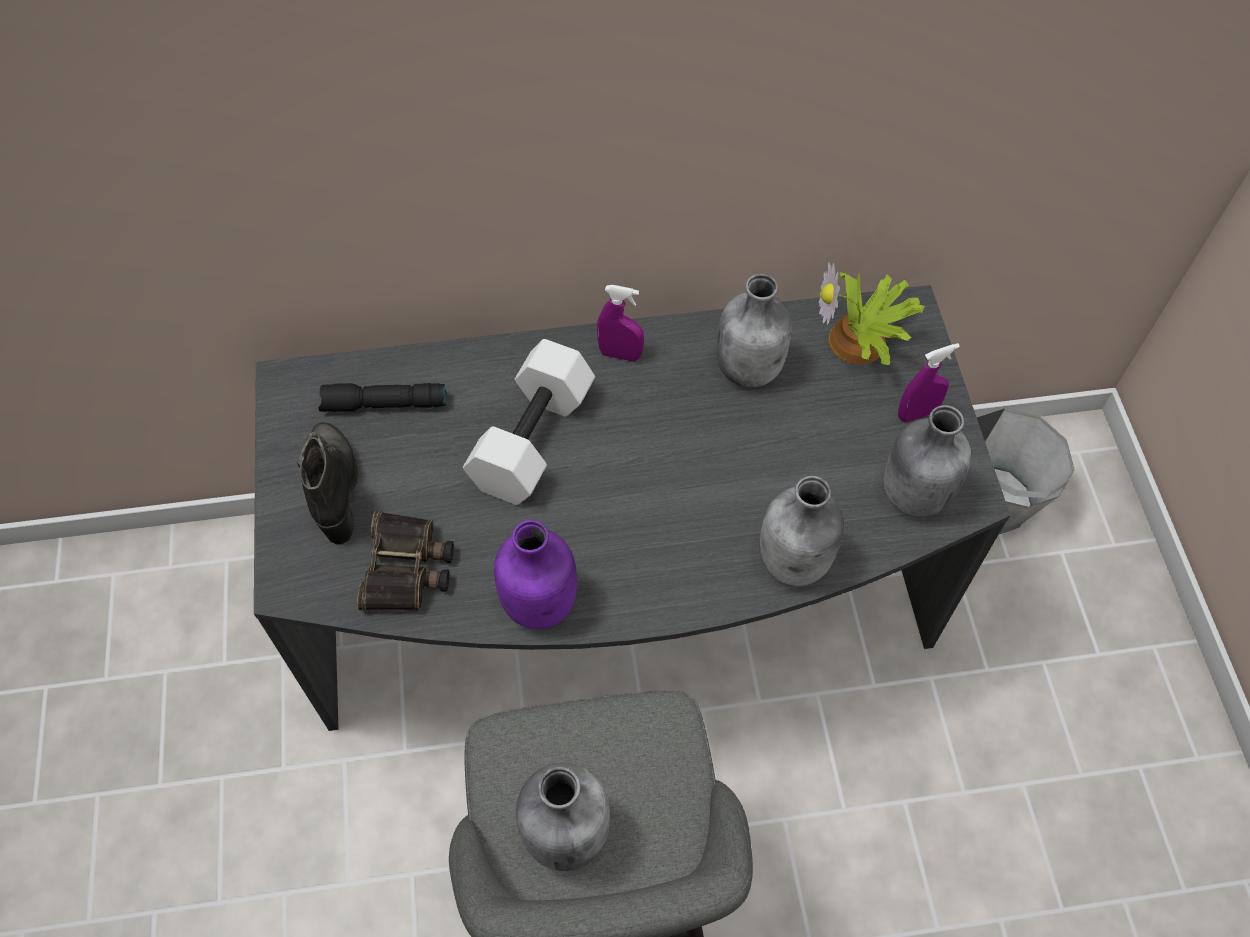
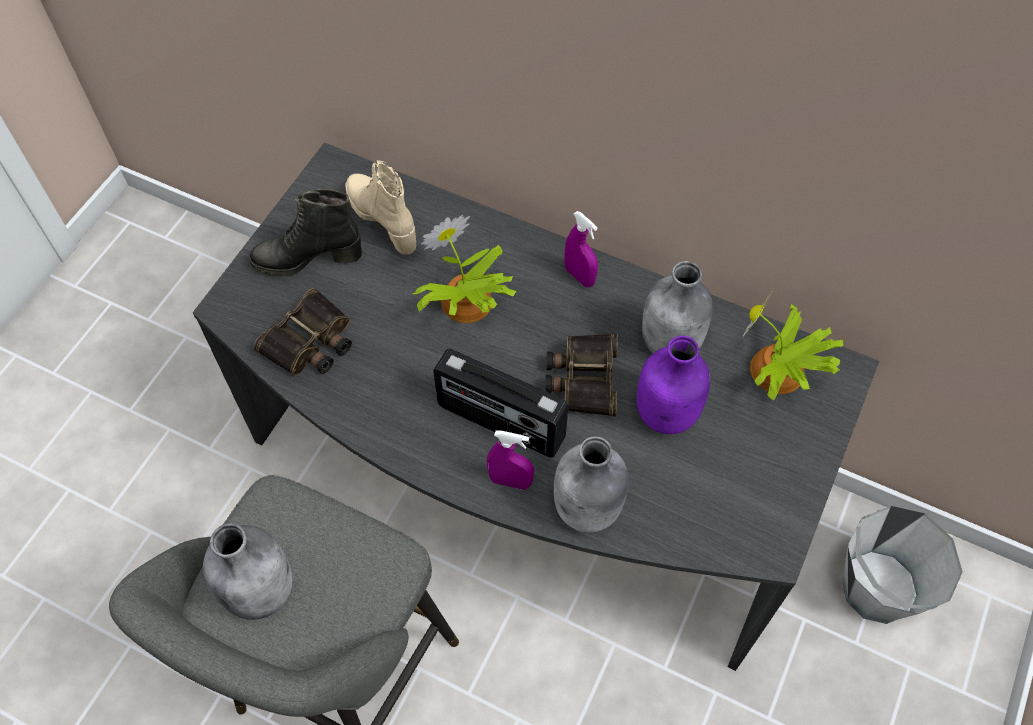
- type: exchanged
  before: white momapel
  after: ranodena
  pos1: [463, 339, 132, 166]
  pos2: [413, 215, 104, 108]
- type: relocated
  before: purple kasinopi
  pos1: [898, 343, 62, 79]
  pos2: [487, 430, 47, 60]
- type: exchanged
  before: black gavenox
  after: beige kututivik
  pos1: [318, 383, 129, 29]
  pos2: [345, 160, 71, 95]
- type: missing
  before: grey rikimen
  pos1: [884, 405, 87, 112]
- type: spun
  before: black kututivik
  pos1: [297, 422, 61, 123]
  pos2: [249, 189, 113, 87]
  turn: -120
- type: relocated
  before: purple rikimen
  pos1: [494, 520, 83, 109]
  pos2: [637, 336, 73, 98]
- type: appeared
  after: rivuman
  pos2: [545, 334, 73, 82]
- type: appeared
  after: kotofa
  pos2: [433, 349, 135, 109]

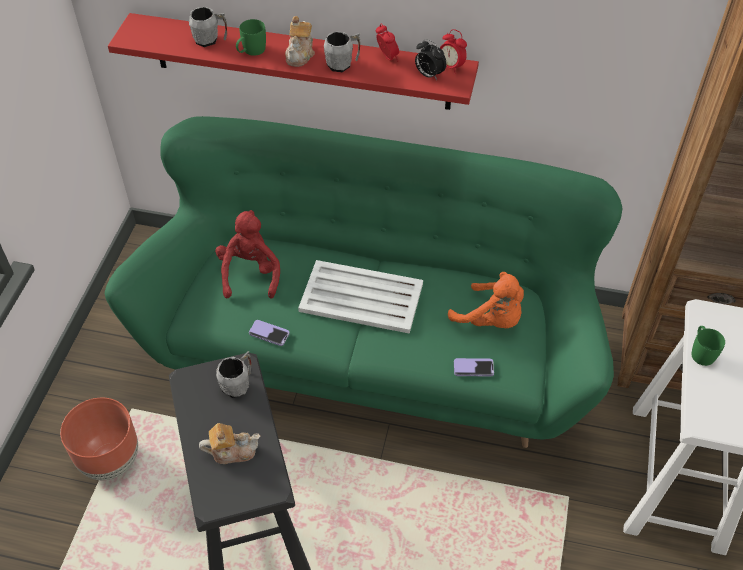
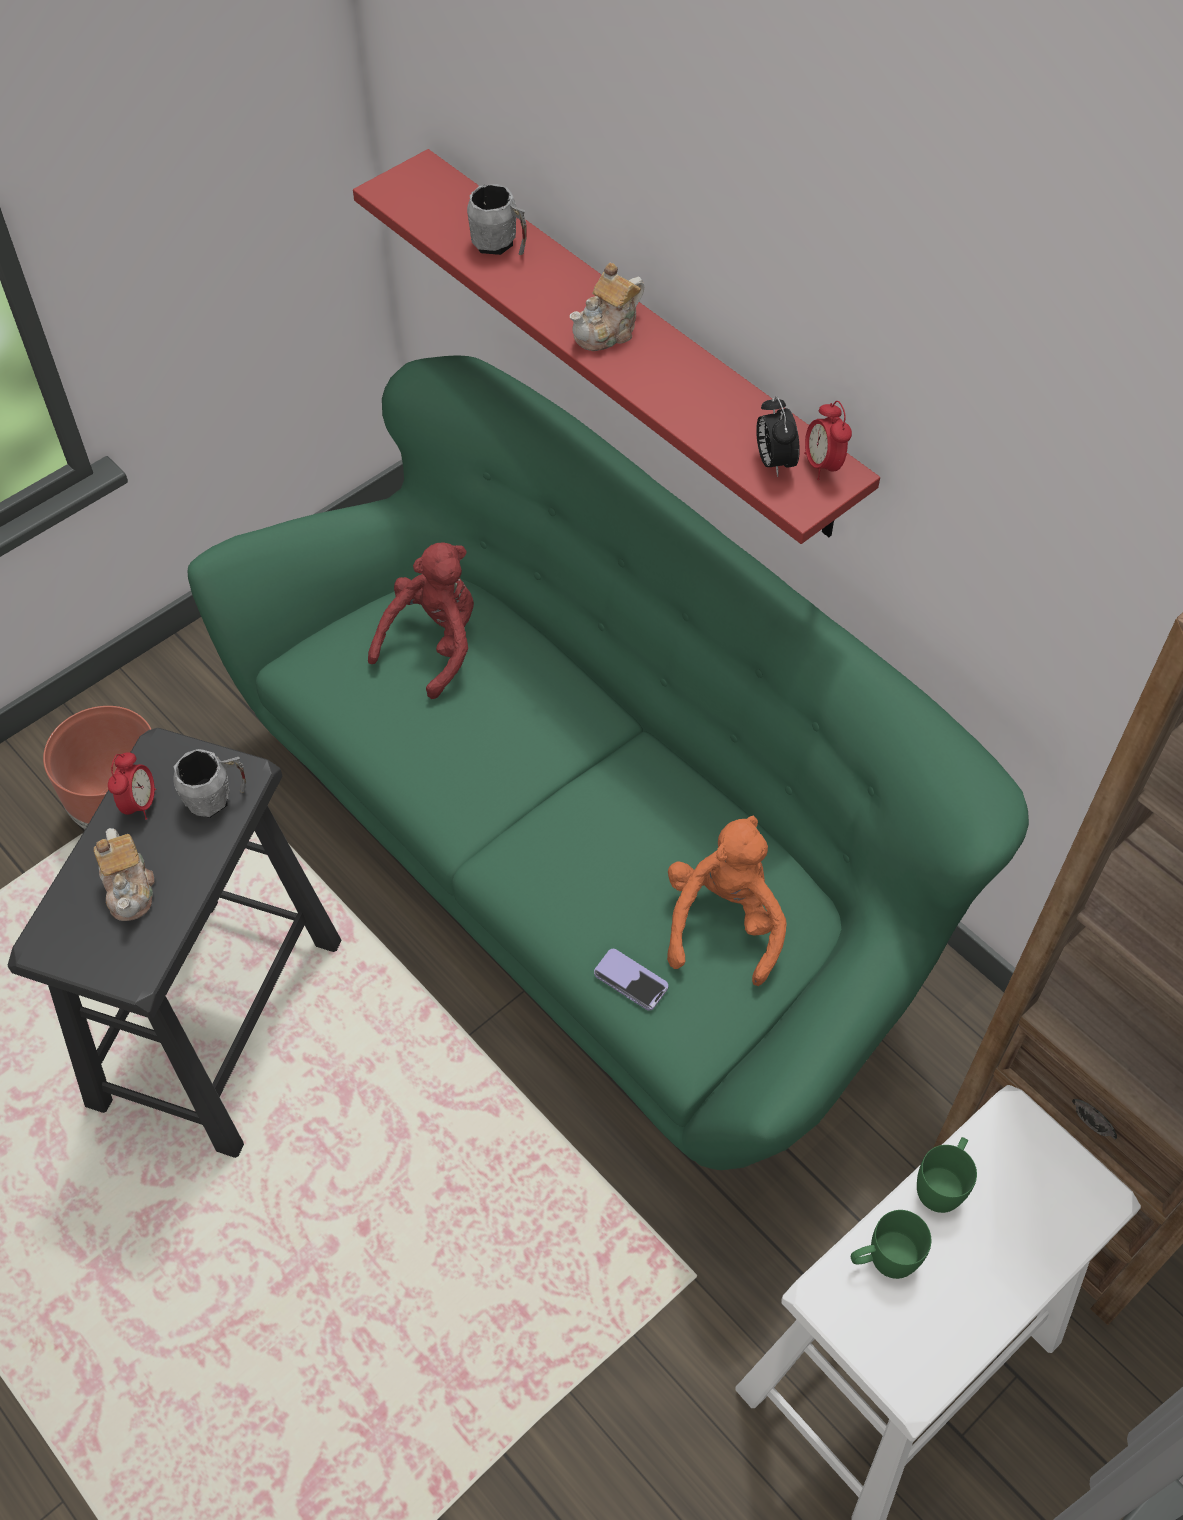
- type: relocated
  before: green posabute
  pos1: [236, 19, 30, 37]
  pos2: [851, 1210, 80, 69]
- type: relocated
  before: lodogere
  pos1: [376, 24, 23, 38]
  pos2: [108, 753, 48, 67]
- type: missing
  before: grey posabute
  pos1: [324, 31, 37, 41]
- type: missing
  before: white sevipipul
  pos1: [298, 260, 125, 74]
- type: spun
  before: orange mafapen
  pos1: [448, 272, 76, 56]
  pos2: [667, 816, 120, 170]
  turn: -150
- type: missing
  before: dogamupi
  pos1: [249, 320, 41, 26]
- type: spun
  before: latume
  pos1: [199, 423, 61, 41]
  pos2: [94, 828, 61, 93]
  turn: 45

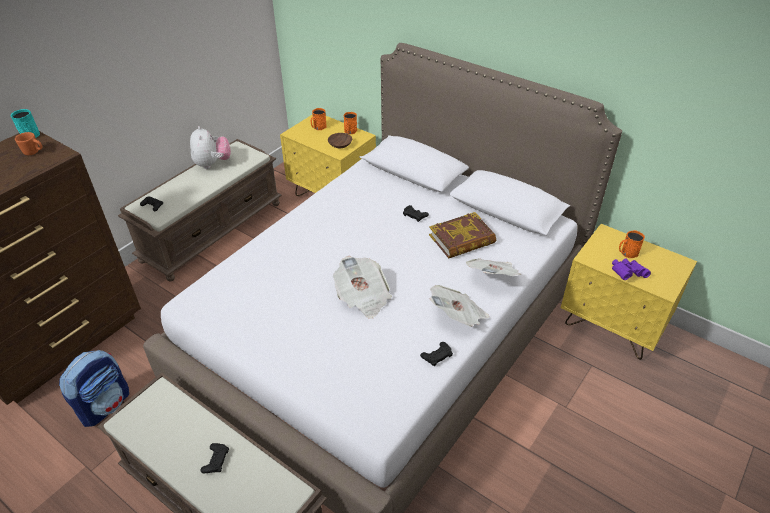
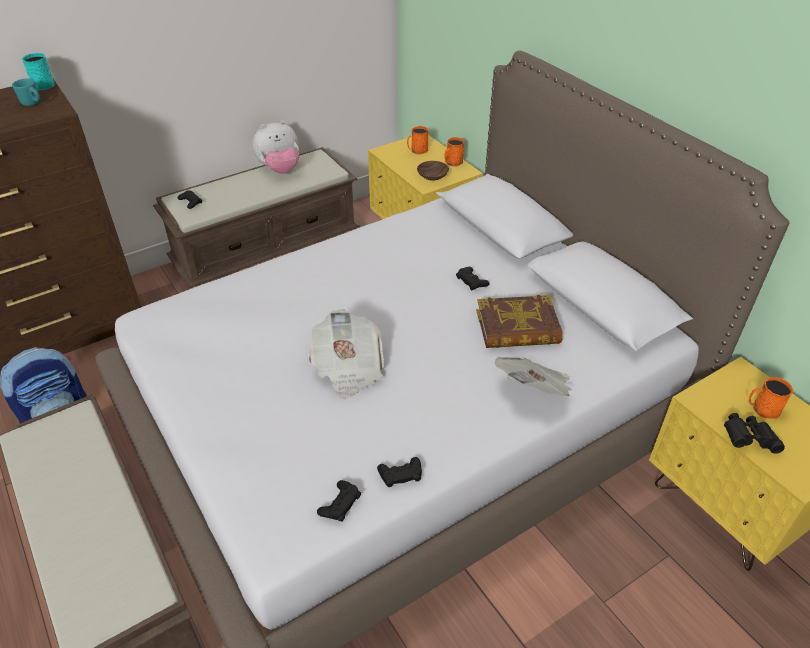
- type: spun
  before: mafapen
  pos1: [190, 126, 41, 43]
  pos2: [252, 121, 47, 53]
  turn: 60
- type: colour
  before: orange posabute
  after: turquoise posabute
  pos1: [15, 132, 27, 23]
  pos2: [12, 78, 28, 28]
- type: colour
  before: purple rivuman
  after: black rivuman
  pos1: [612, 258, 39, 22]
  pos2: [724, 413, 61, 41]
- type: missing
  before: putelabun
  pos1: [429, 285, 61, 42]
- type: relocated
  before: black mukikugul
  pos1: [200, 443, 29, 30]
  pos2: [317, 480, 44, 41]

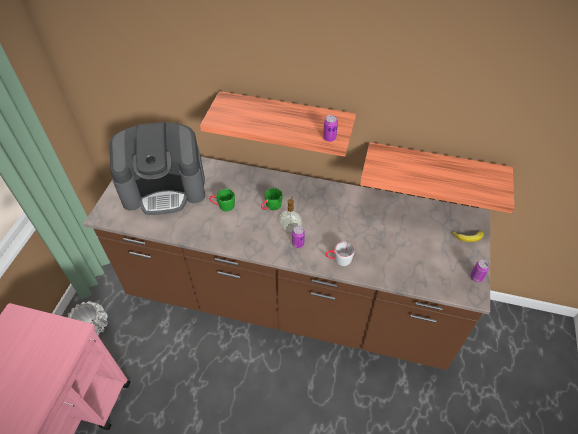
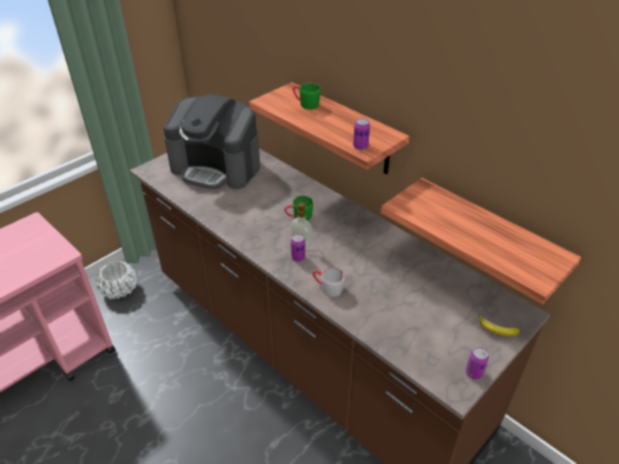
- type: relocated
  before: green posabute
  pos1: [209, 189, 26, 22]
  pos2: [293, 83, 28, 26]

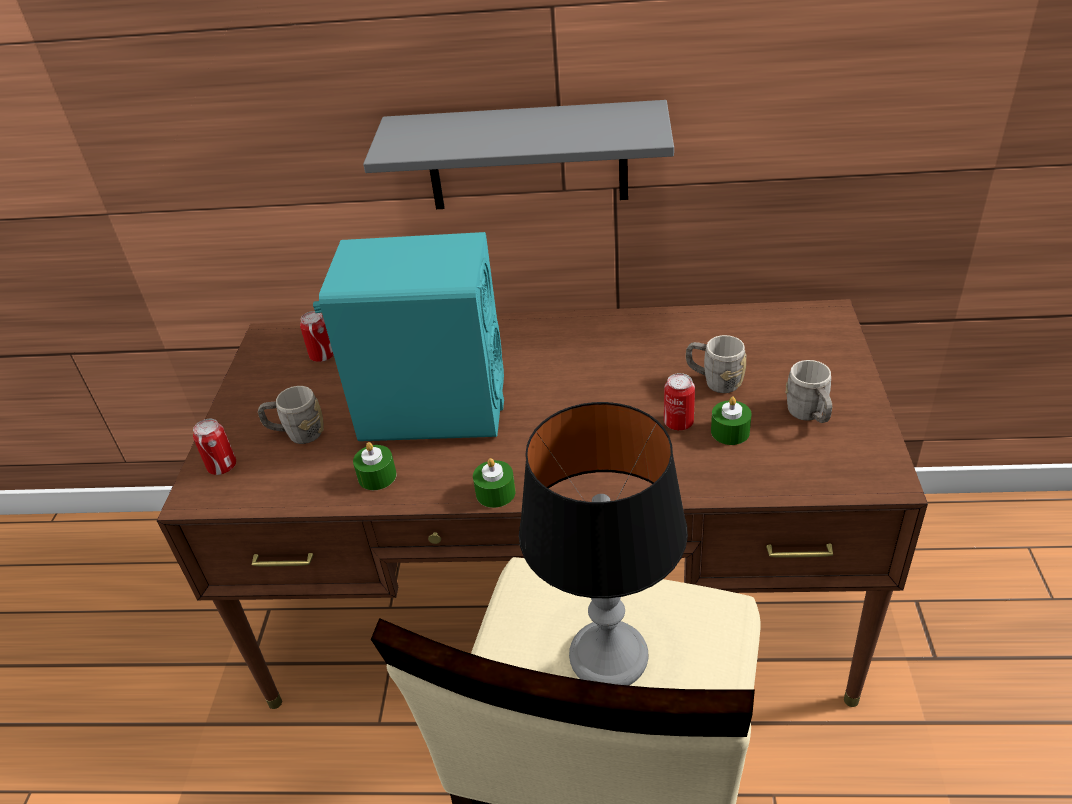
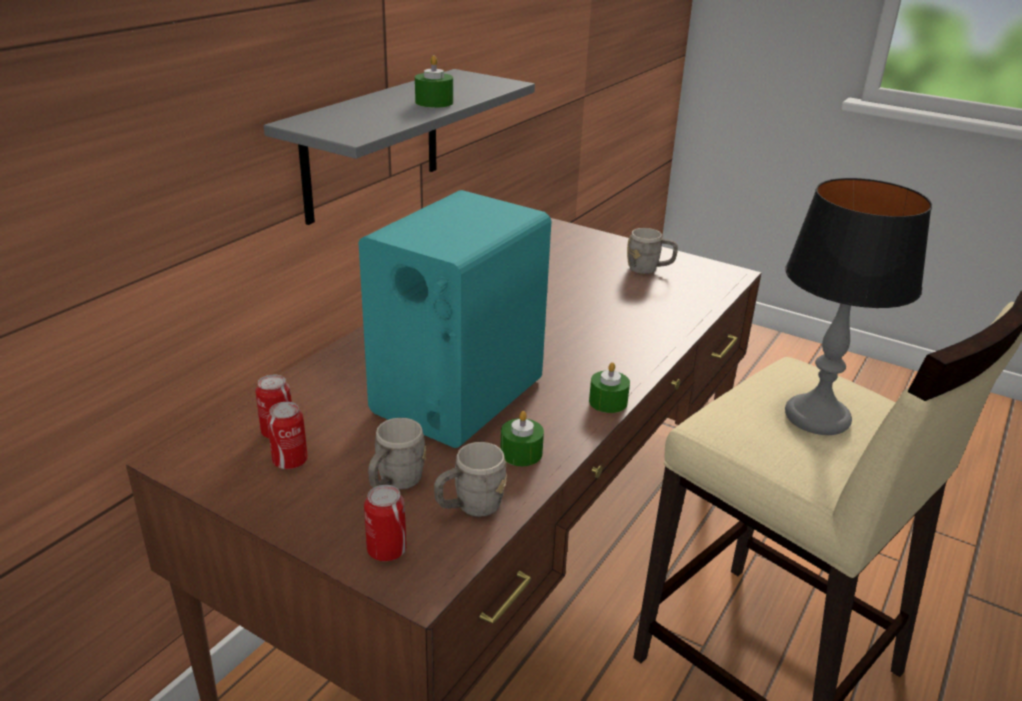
- type: relocated
  before: grey posabute
  pos1: [686, 335, 61, 58]
  pos2: [434, 442, 73, 75]
- type: relocated
  before: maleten
  pos1: [664, 373, 31, 57]
  pos2: [267, 402, 41, 67]
- type: relocated
  before: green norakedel
  pos1: [711, 397, 41, 48]
  pos2: [415, 55, 38, 53]

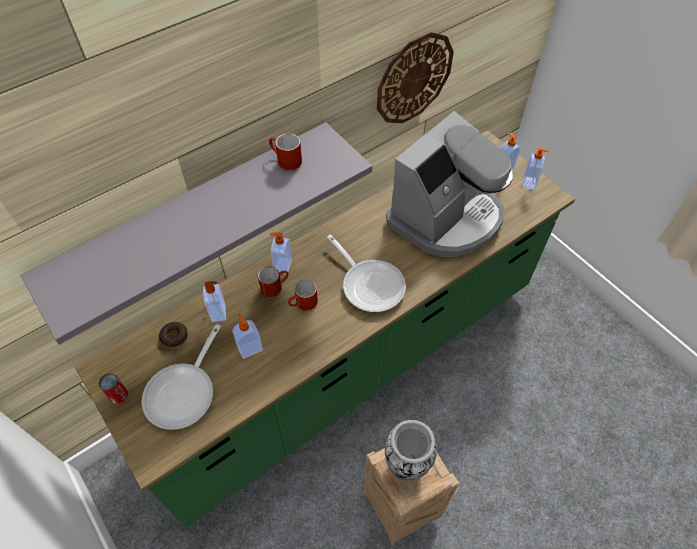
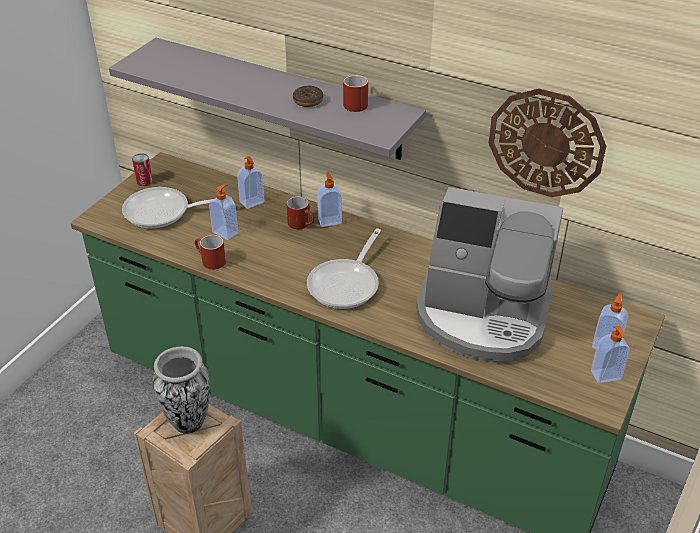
- type: relocated
  before: red posabute
  pos1: [288, 280, 30, 31]
  pos2: [195, 235, 31, 35]
- type: relocated
  before: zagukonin
  pos1: [159, 322, 29, 26]
  pos2: [293, 86, 31, 21]

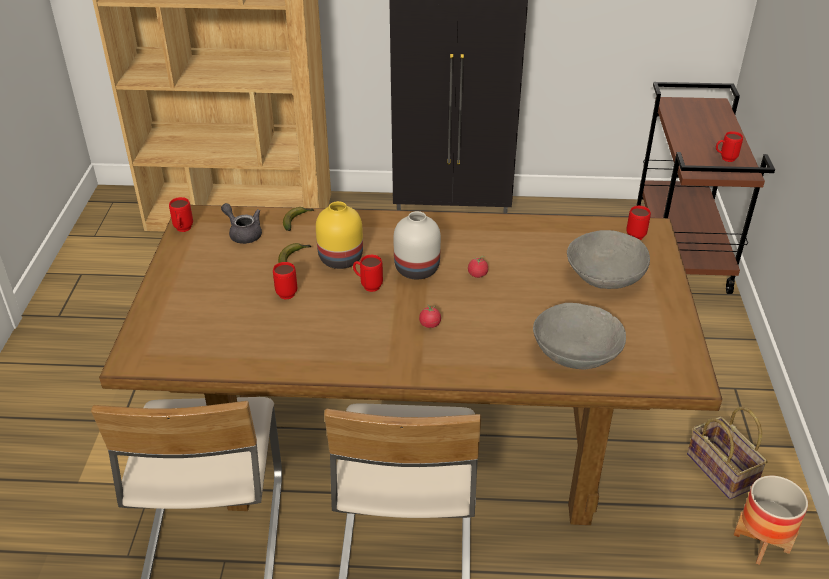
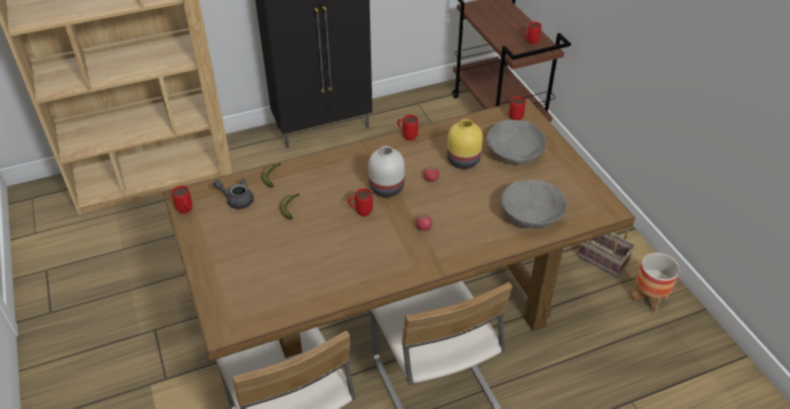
- type: relocated
  before: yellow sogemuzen
  pos1: [316, 201, 47, 68]
  pos2: [447, 119, 36, 50]
- type: relocated
  before: red posabute
  pos1: [273, 262, 24, 38]
  pos2: [397, 115, 21, 26]

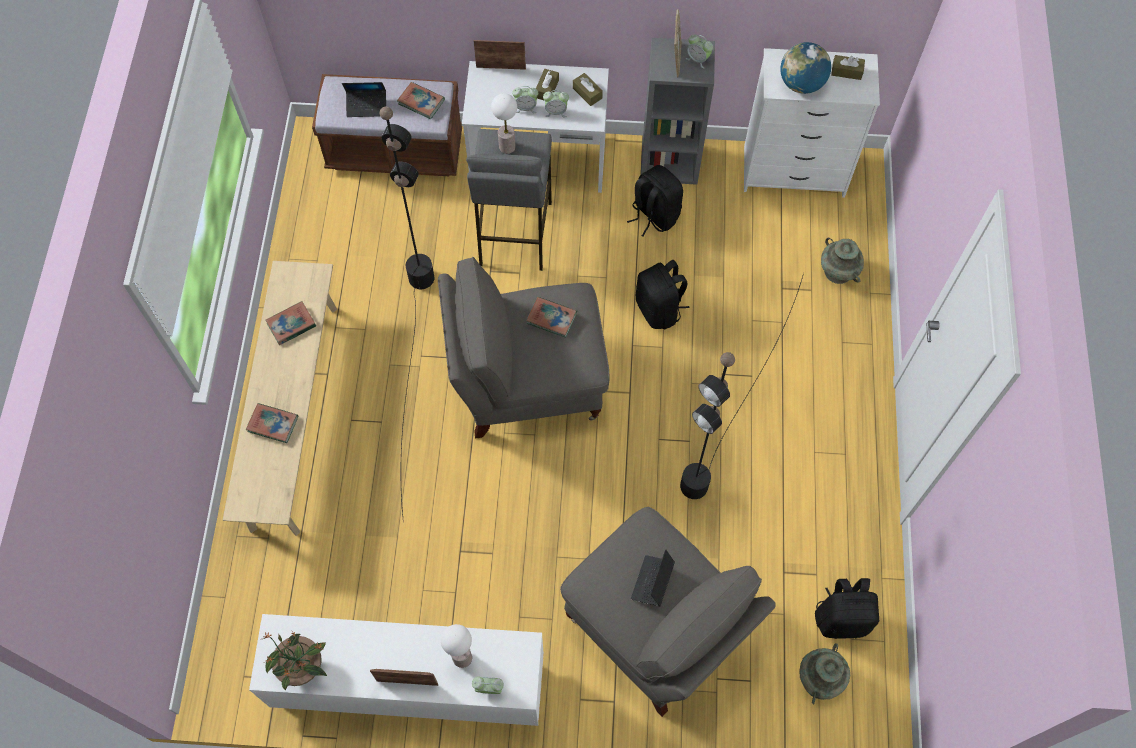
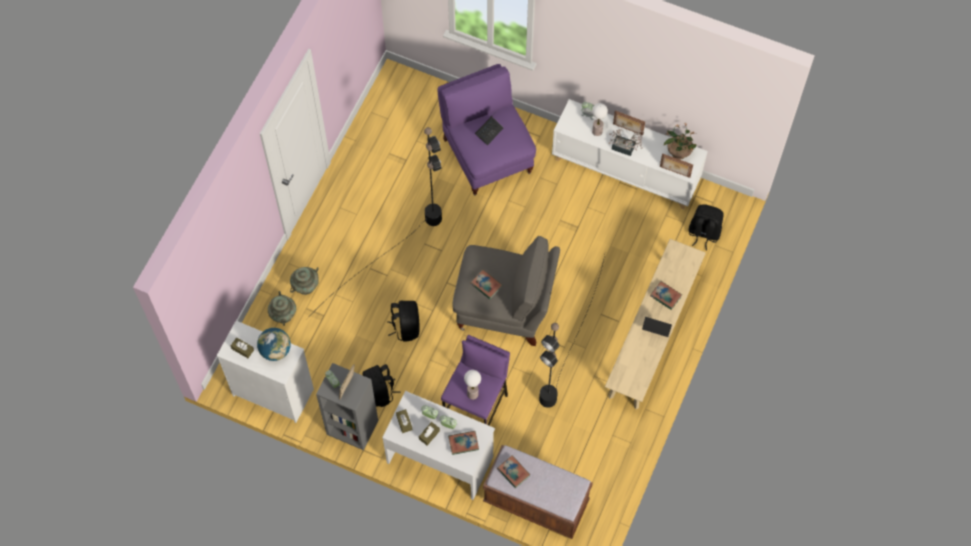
- type: relocated
  before: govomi
  pos1: [474, 40, 52, 30]
  pos2: [660, 153, 33, 25]
- type: relocated
  before: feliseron
  pos1: [342, 82, 44, 35]
  pos2: [642, 317, 30, 20]
- type: colour
  before: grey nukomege
  after: purple nukomege
  pos1: [466, 129, 86, 142]
  pos2: [441, 335, 69, 91]
- type: relocated
  before: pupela
  pos1: [265, 301, 51, 44]
  pos2: [448, 431, 31, 24]
- type: colour
  before: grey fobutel
  after: purple fobutel
  pos1: [560, 507, 216, 210]
  pos2: [437, 64, 99, 132]
- type: relocated
  before: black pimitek
  pos1: [815, 578, 64, 61]
  pos2: [689, 204, 35, 46]
- type: relocated
  before: turquoise sogemuzen
  pos1: [799, 643, 51, 61]
  pos2: [290, 267, 29, 28]
- type: appeared
  after: ranodena
  pos2: [609, 129, 35, 27]

